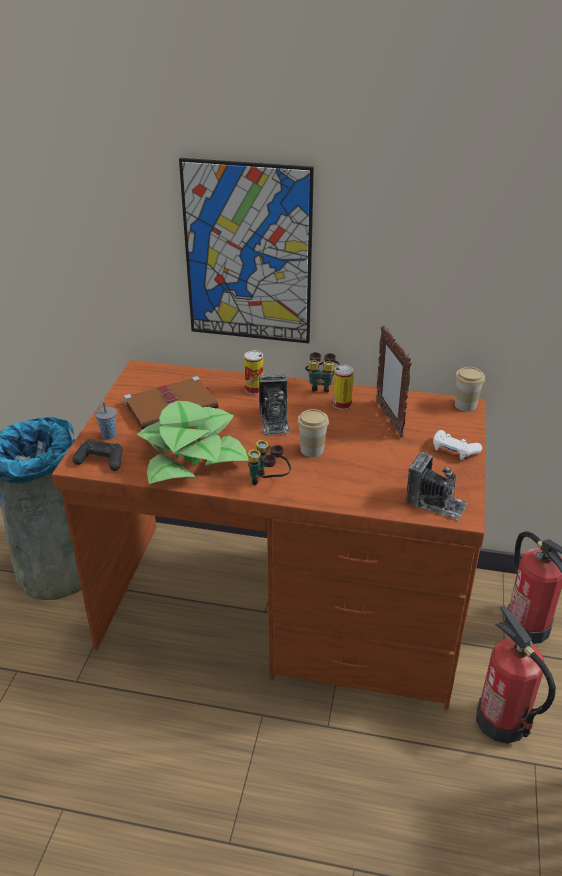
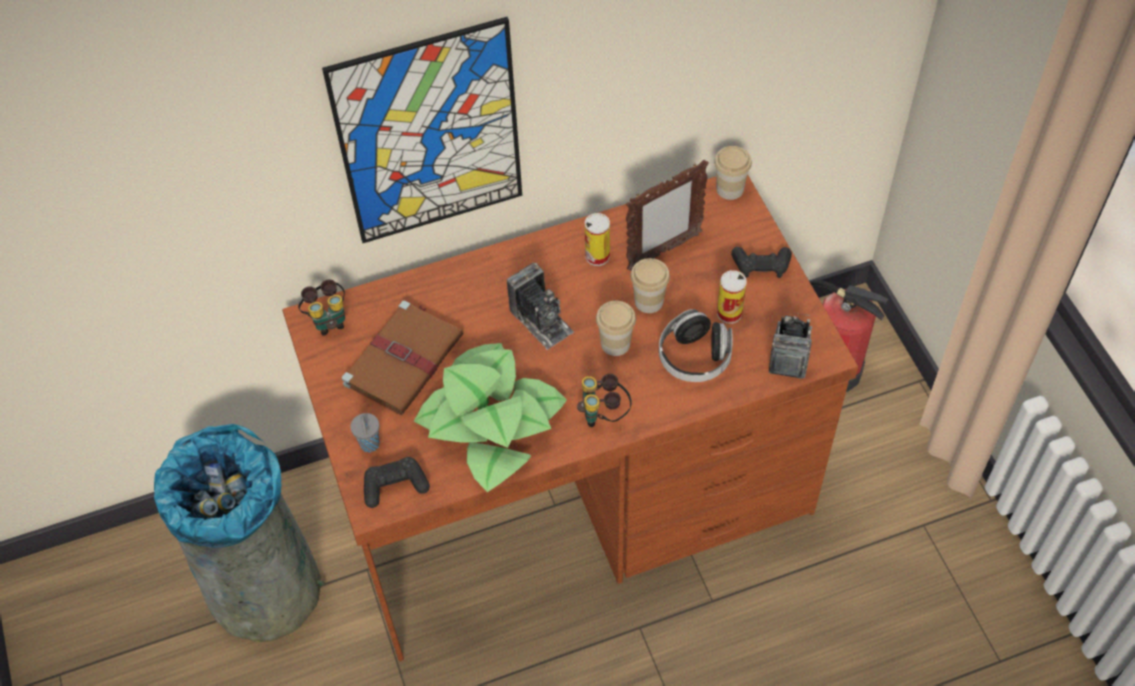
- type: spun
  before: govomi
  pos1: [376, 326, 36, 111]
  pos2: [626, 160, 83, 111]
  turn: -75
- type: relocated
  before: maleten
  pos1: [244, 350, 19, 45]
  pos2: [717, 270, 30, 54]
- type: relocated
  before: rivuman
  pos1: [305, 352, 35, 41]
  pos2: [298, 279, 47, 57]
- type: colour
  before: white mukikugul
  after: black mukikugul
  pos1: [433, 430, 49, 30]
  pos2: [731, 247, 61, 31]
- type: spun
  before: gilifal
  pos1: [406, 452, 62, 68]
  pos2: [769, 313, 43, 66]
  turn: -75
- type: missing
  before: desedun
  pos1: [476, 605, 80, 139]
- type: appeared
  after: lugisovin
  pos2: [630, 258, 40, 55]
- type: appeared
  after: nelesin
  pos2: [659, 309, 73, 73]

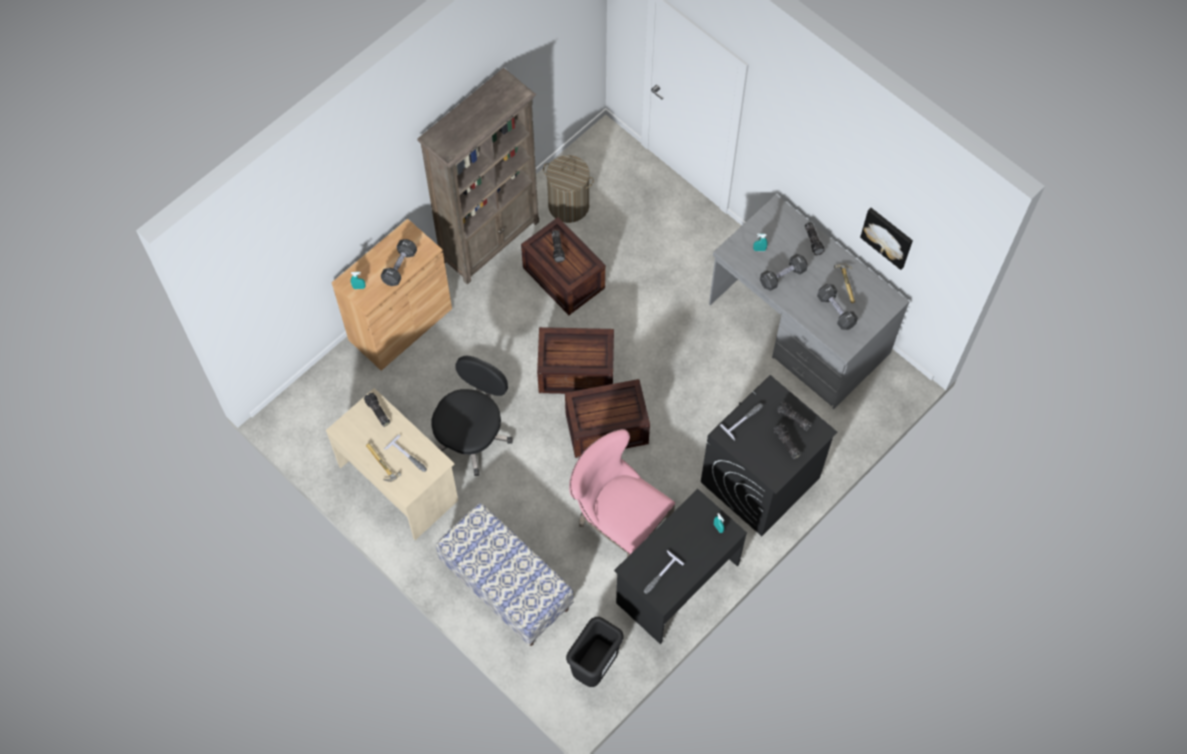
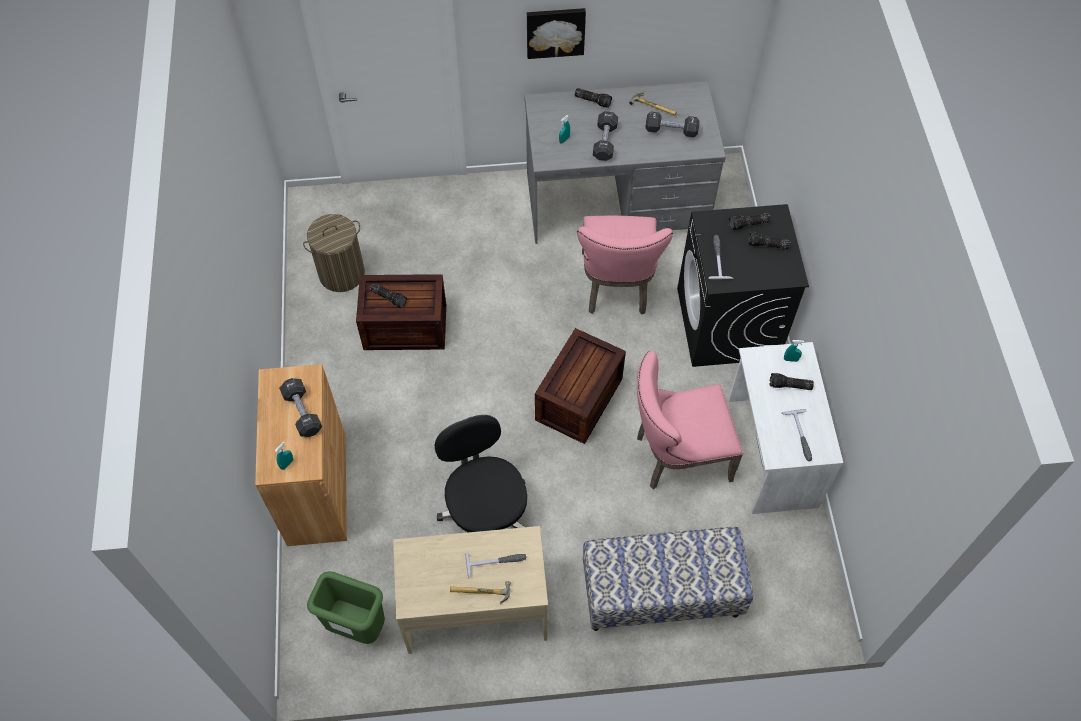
- type: missing
  before: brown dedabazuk
  pos1: [417, 68, 122, 217]
- type: relocated
  before: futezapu
  pos1: [860, 208, 53, 62]
  pos2: [527, 8, 59, 51]
- type: missing
  before: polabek
  pos1: [537, 327, 77, 67]
- type: relocated
  before: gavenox
  pos1: [364, 393, 26, 34]
  pos2: [769, 373, 45, 17]
- type: colour
  before: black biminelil
  after: white biminelil
  pos1: [614, 489, 133, 155]
  pos2: [728, 342, 115, 172]
- type: missing
  before: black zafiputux
  pos1: [566, 617, 58, 70]
- type: appeared
  after: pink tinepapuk
  pos2: [577, 216, 96, 99]
- type: appeared
  after: green zafiputux
  pos2: [307, 571, 78, 73]

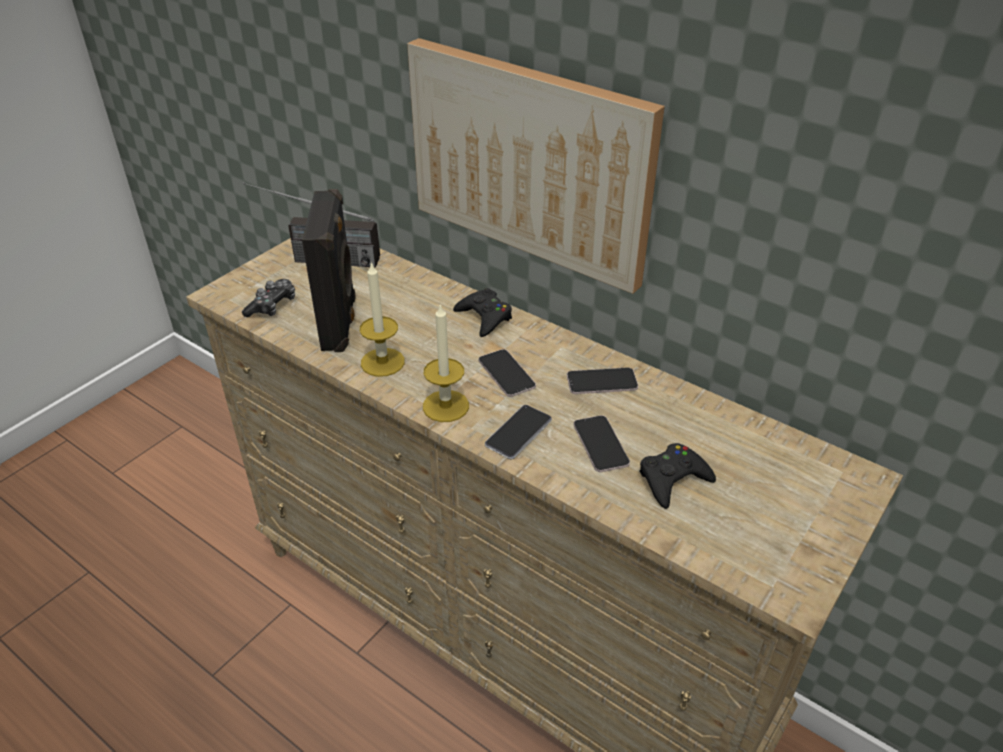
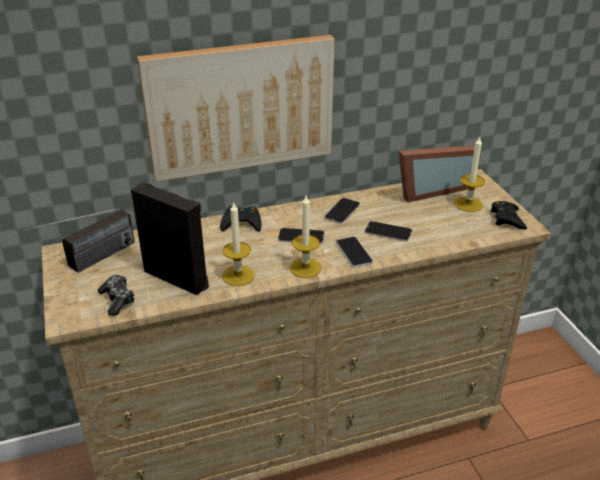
- type: relocated
  before: black mukikugul
  pos1: [639, 443, 77, 66]
  pos2: [491, 201, 36, 28]
- type: appeared
  after: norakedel
  pos2: [454, 137, 31, 75]
- type: appeared
  after: govomi
  pos2: [399, 145, 83, 58]

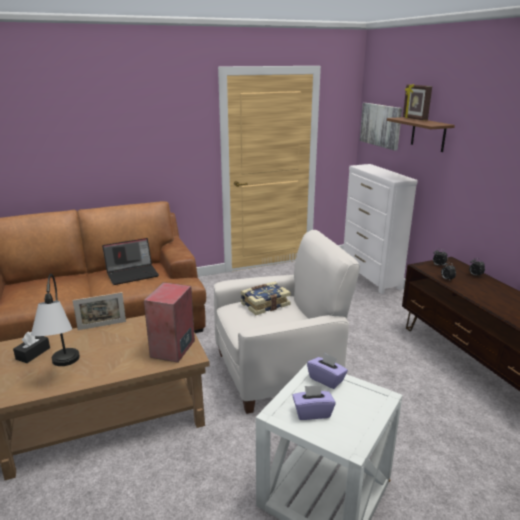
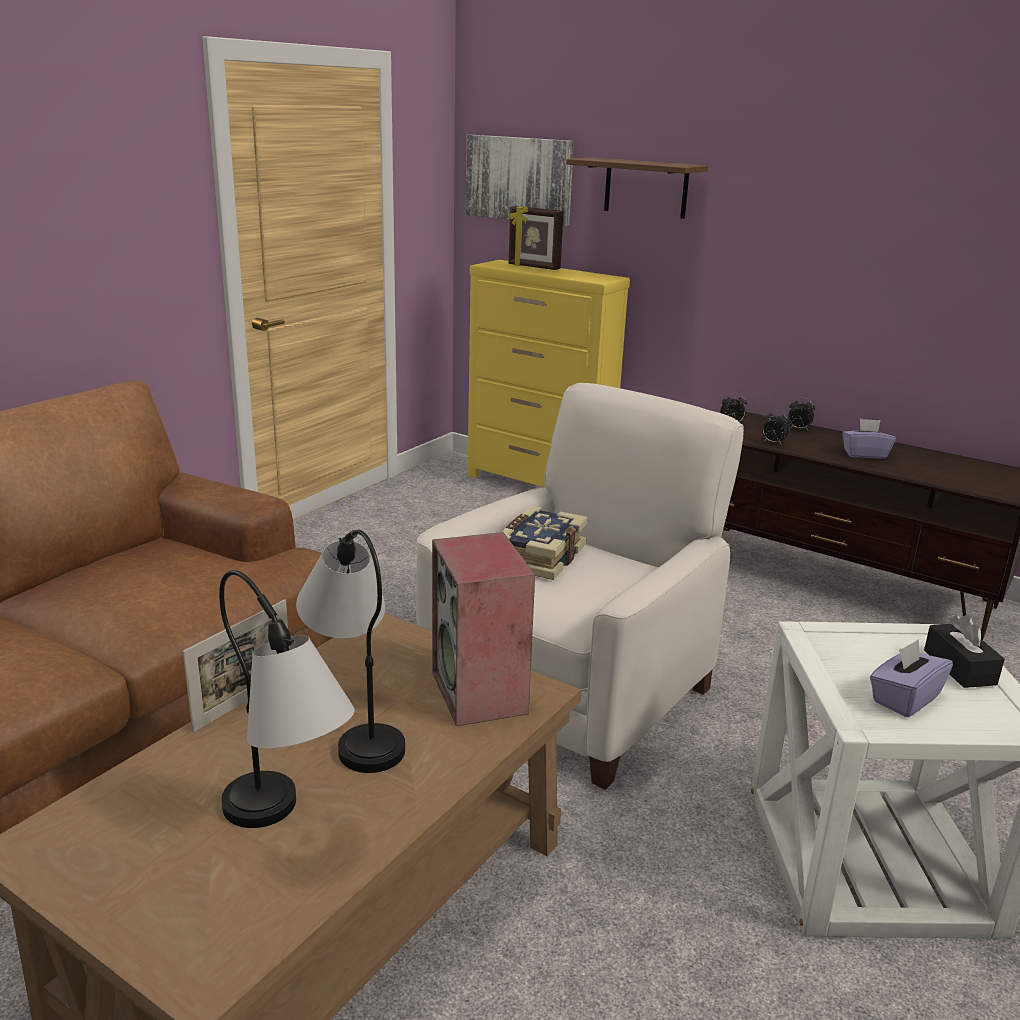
- type: relocated
  before: govomi
  pos1: [403, 84, 29, 36]
  pos2: [509, 206, 54, 64]
- type: colour
  before: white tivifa
  after: yellow tivifa
  pos1: [343, 164, 75, 130]
  pos2: [468, 260, 162, 227]
- type: missing
  before: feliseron
  pos1: [102, 238, 57, 47]
- type: relocated
  before: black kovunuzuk
  pos1: [13, 332, 37, 31]
  pos2: [924, 615, 81, 73]
- type: relocated
  before: purple kovunuzuk
  pos1: [307, 352, 41, 37]
  pos2: [842, 419, 54, 40]
- type: appeared
  after: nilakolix
  pos2: [296, 530, 109, 243]

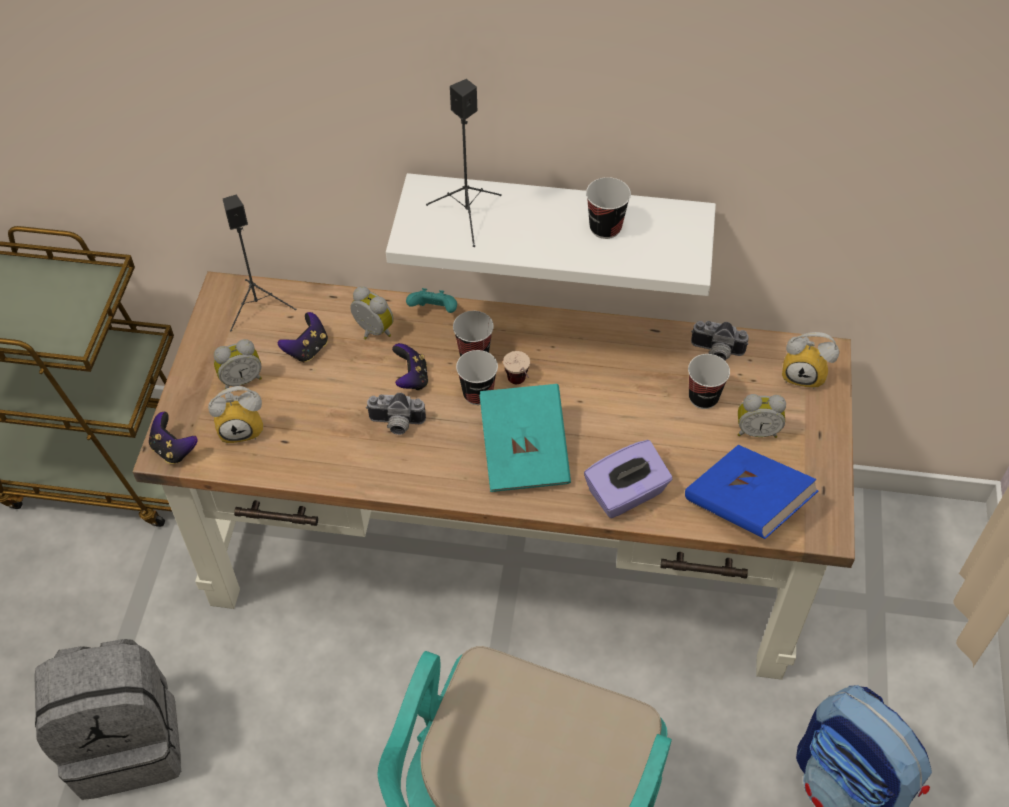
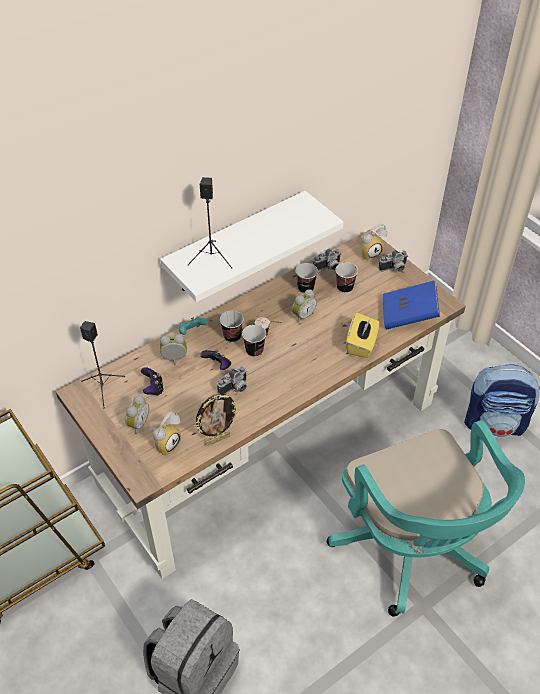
- type: relocated
  before: lugisovin
  pos1: [586, 177, 45, 62]
  pos2: [295, 263, 23, 30]
- type: missing
  before: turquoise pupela
  pos1: [479, 384, 92, 108]
- type: relocated
  before: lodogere
  pos1: [738, 394, 48, 44]
  pos2: [292, 290, 25, 33]
- type: missing
  before: mukikugul
  pos1: [149, 412, 49, 52]
- type: colour
  before: purple kovunuzuk
  after: yellow kovunuzuk
  pos1: [584, 440, 88, 78]
  pos2: [346, 312, 33, 46]
- type: appeared
  after: gilifal
  pos2: [379, 250, 29, 22]
- type: appeared
  after: govomi
  pos2: [194, 394, 45, 52]

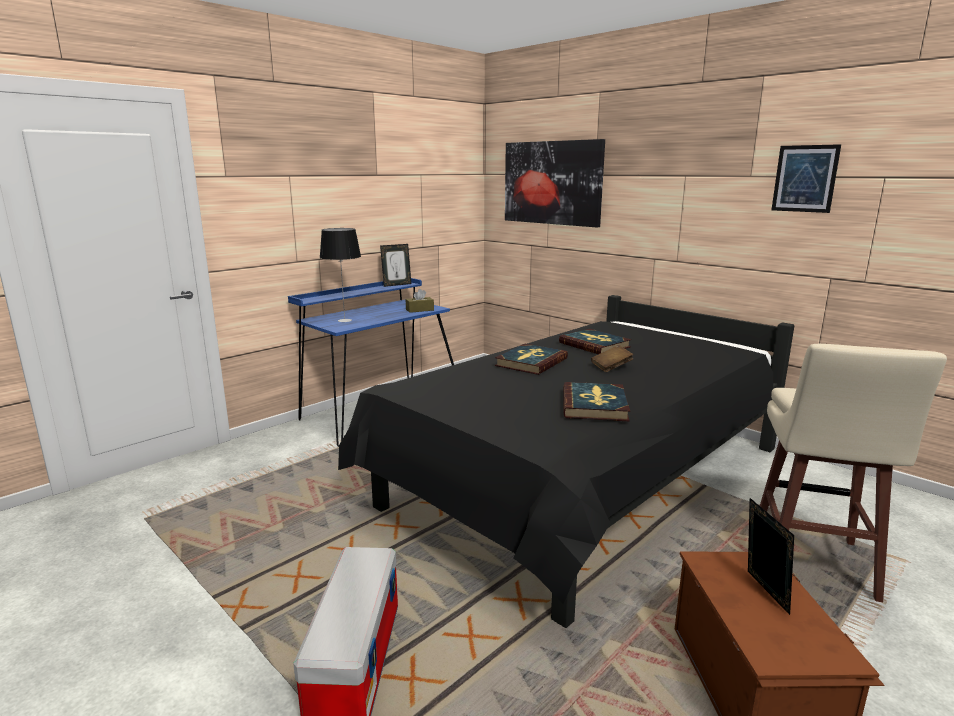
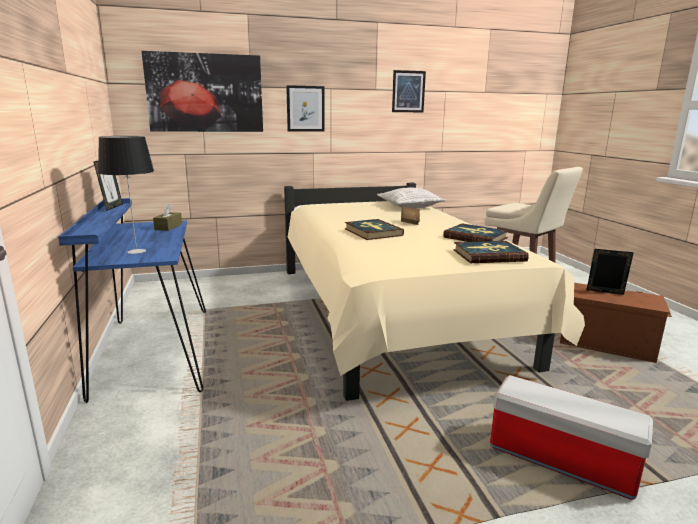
- type: colour
  before: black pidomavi
  after: beige pidomavi
  pos1: [338, 295, 457, 333]
  pos2: [284, 183, 301, 218]
- type: relocated
  before: pupela
  pos1: [559, 329, 72, 25]
  pos2: [453, 241, 76, 22]
- type: appeared
  after: futezapu
  pos2: [286, 85, 39, 46]
- type: appeared
  after: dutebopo
  pos2: [377, 187, 69, 22]

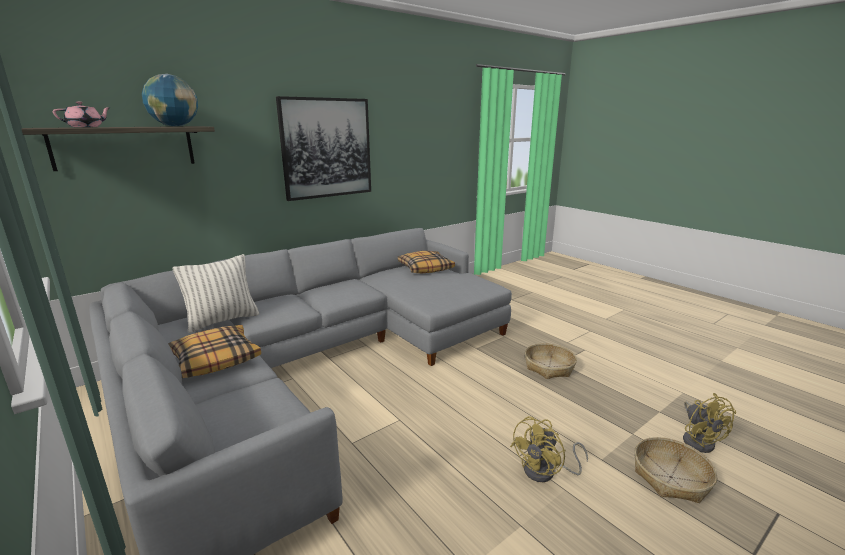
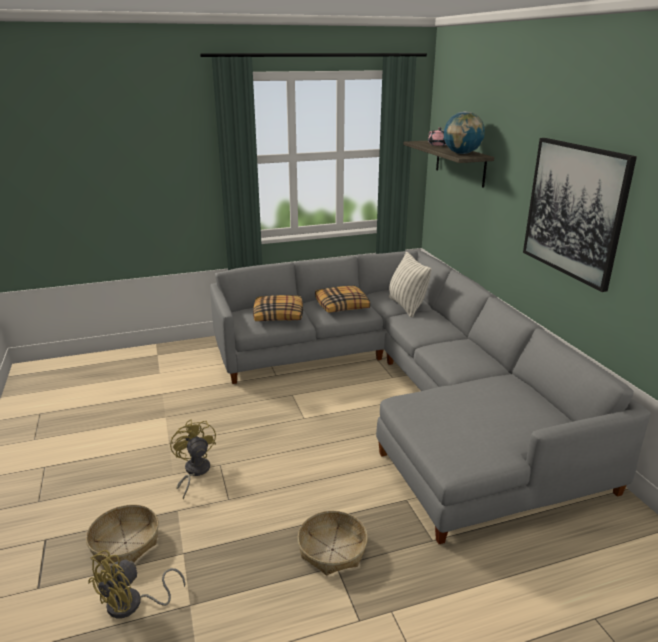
- type: relocated
  before: dutebopo
  pos1: [398, 251, 57, 22]
  pos2: [253, 295, 50, 26]
- type: spun
  before: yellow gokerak
  pos1: [683, 393, 53, 60]
  pos2: [88, 550, 97, 68]
  turn: -60

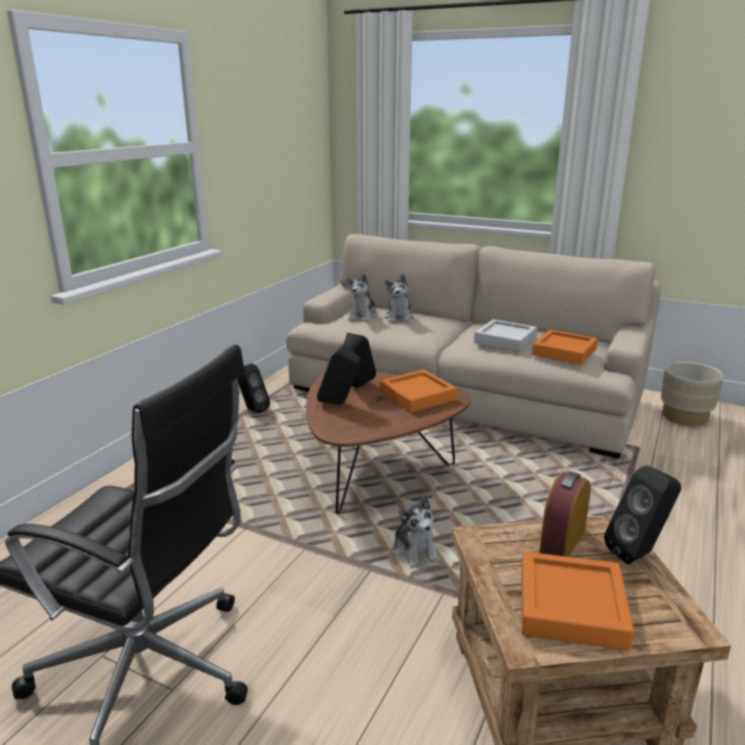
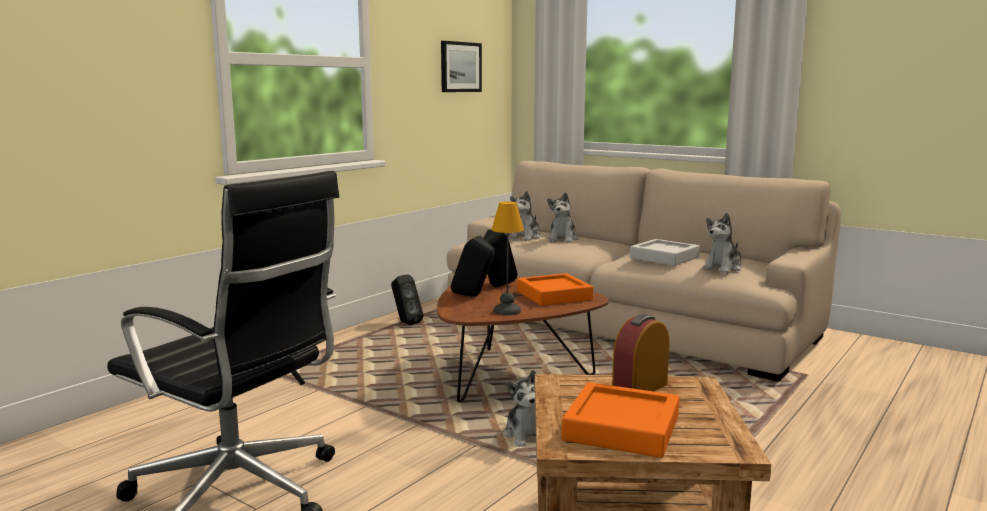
- type: exchanged
  before: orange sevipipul
  after: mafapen
  pos1: [532, 330, 66, 35]
  pos2: [702, 213, 40, 60]
- type: missing
  before: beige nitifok
  pos1: [661, 362, 63, 64]
- type: missing
  before: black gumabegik
  pos1: [604, 465, 77, 99]
- type: appeared
  after: futezapu
  pos2: [441, 41, 41, 51]
- type: appeared
  after: nilakolix
  pos2: [492, 202, 32, 113]

